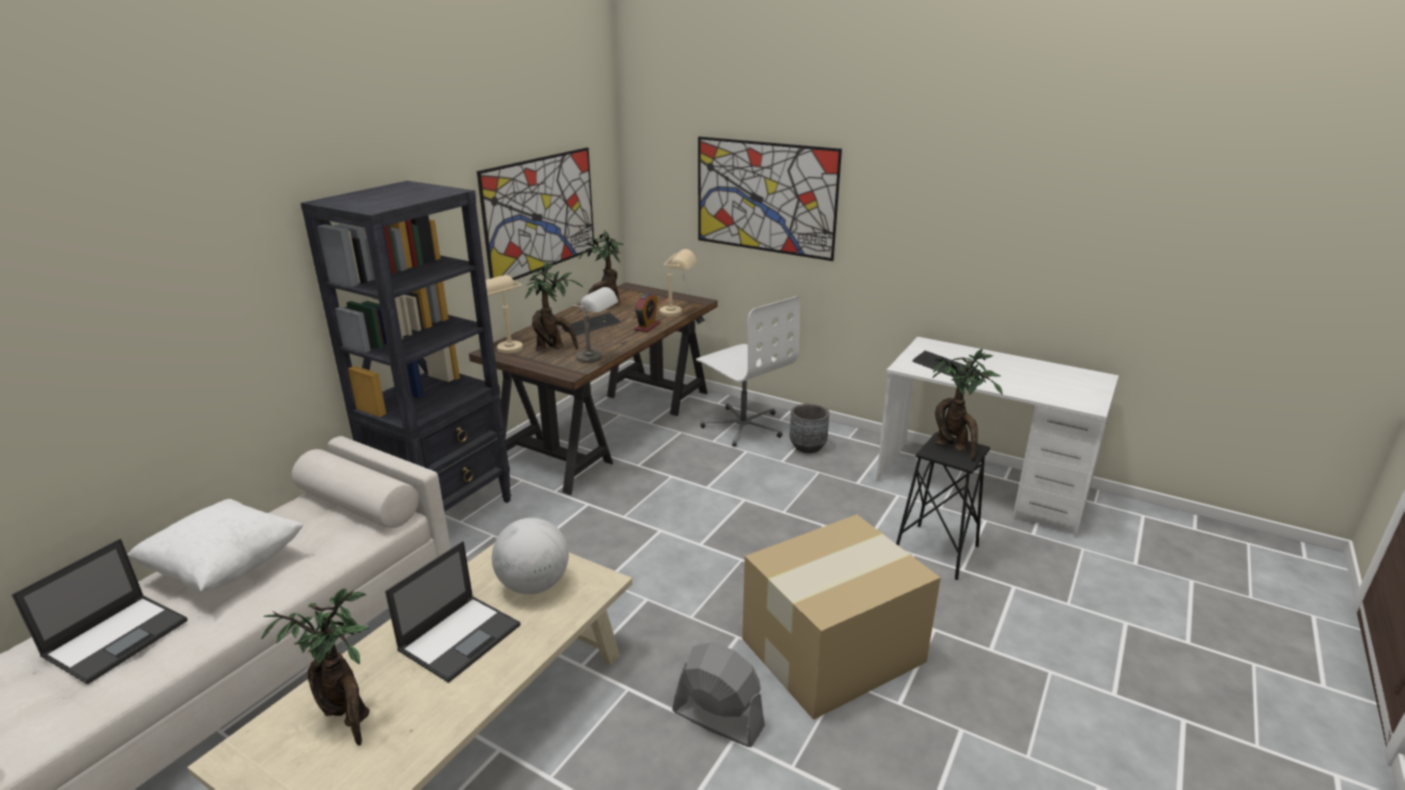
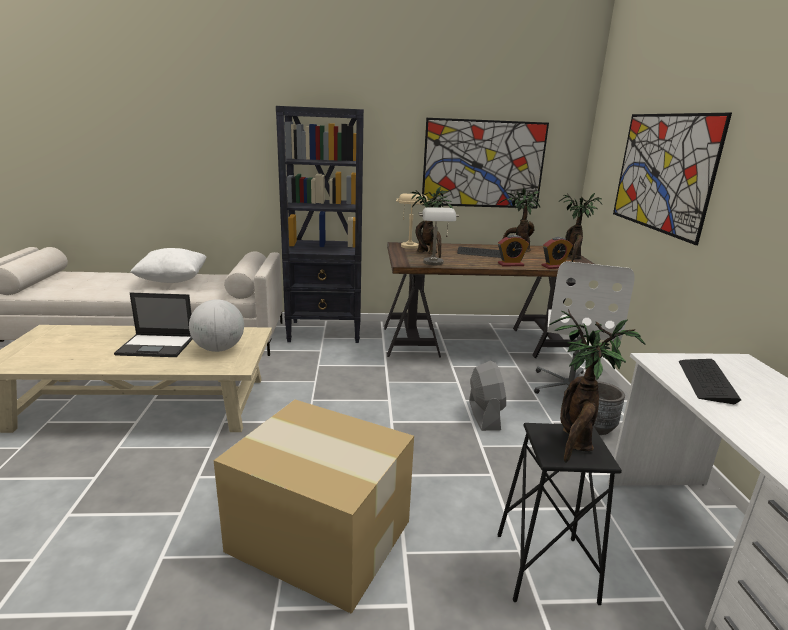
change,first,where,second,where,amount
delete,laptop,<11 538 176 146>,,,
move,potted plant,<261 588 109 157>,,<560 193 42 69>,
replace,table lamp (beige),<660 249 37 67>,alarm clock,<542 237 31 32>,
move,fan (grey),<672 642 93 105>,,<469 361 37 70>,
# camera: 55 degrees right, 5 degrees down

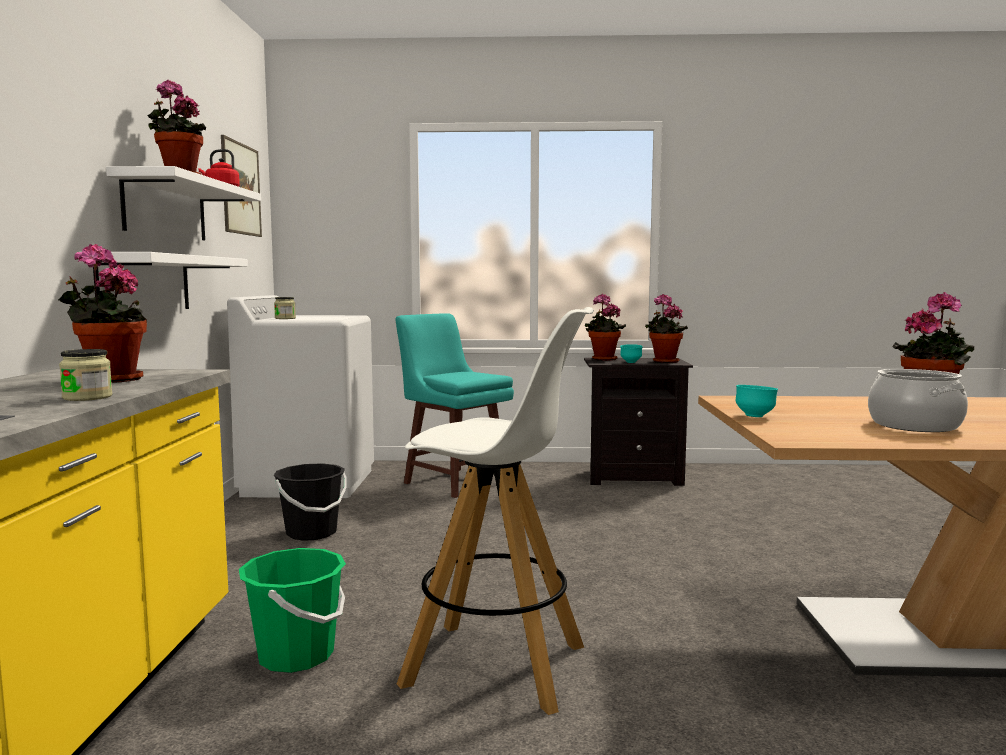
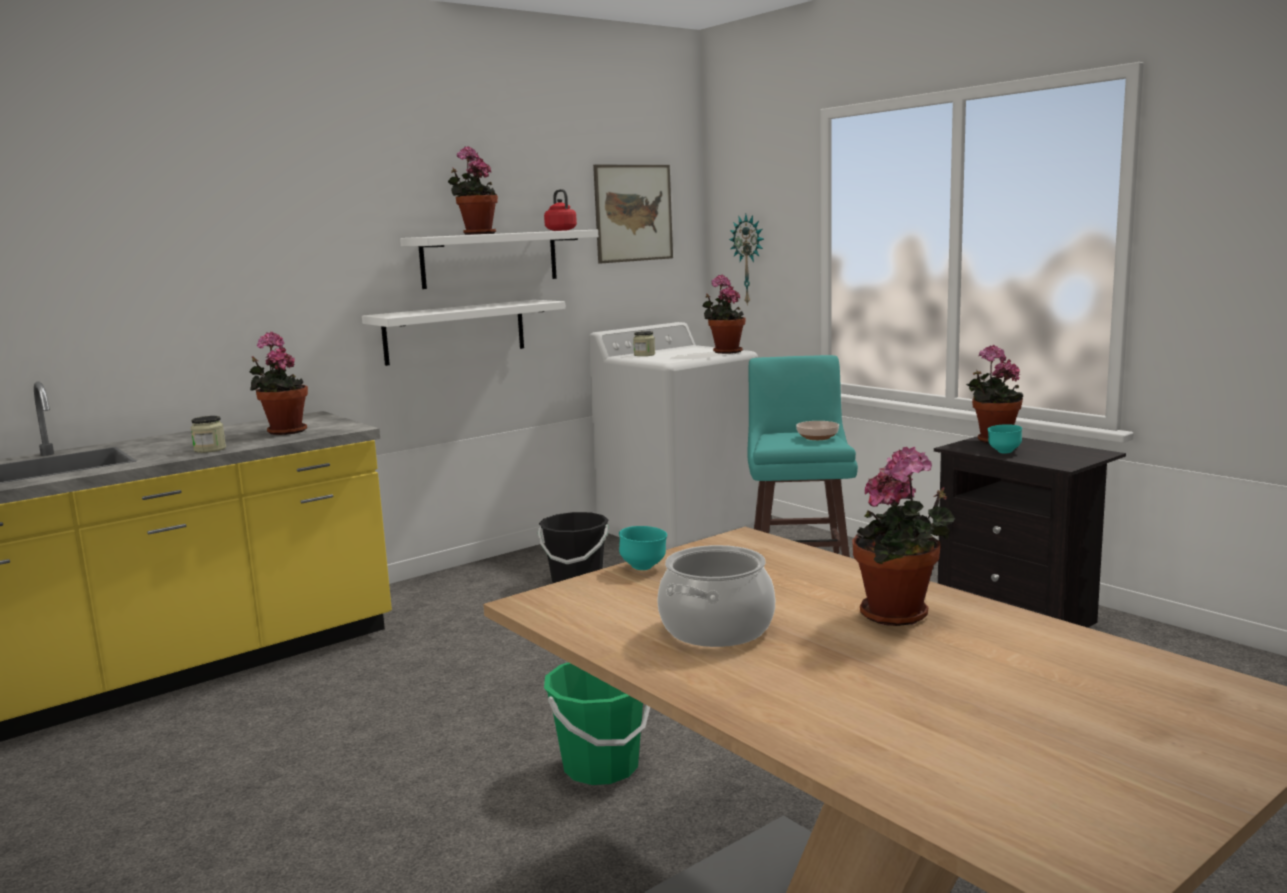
change,first,where,second,where,amount
move,bucket (green),<239 548 107 125>,,<544 662 106 123>,
delete,stool (white),<397 307 197 408>,,,
move,potted plant,<645 294 43 69>,,<702 275 44 79>,
insert,,,wall clock,<729 214 35 92>,
insert,,,bowl,<796 421 43 19>,
# camera: 50 degrees right, 5 degrees up

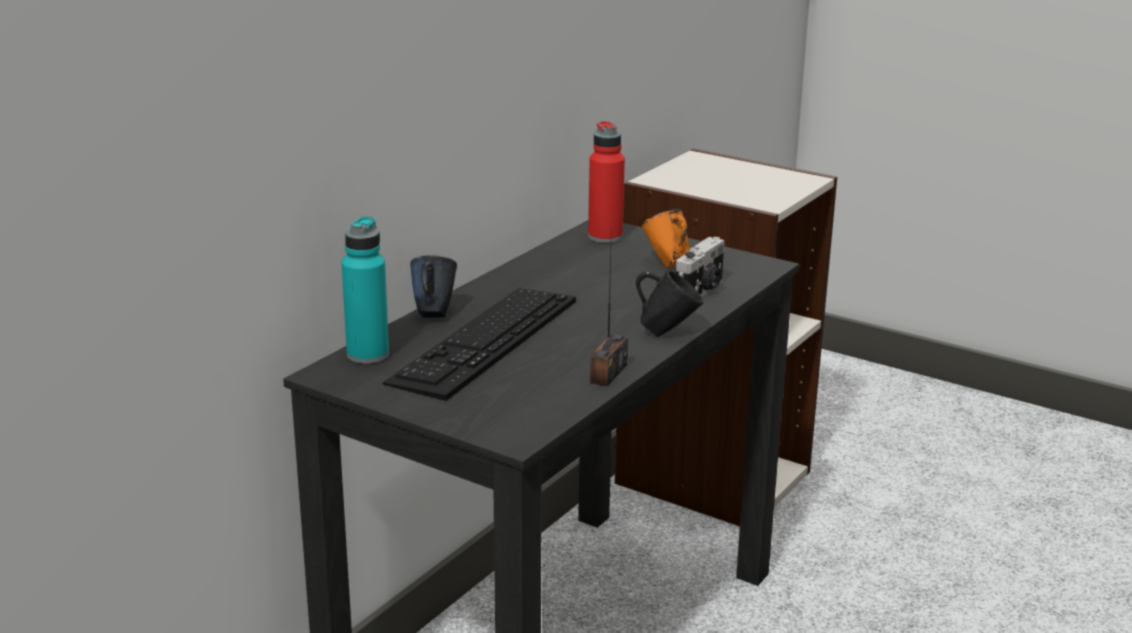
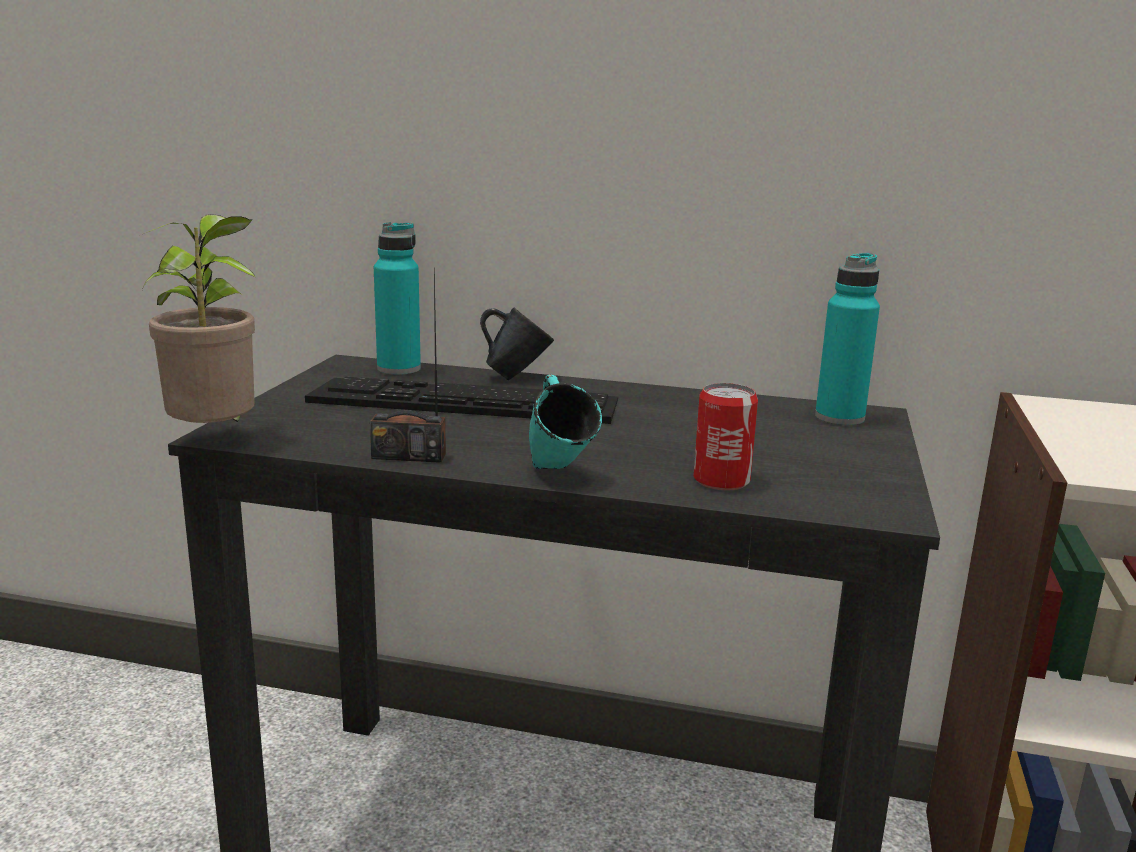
change,first,where,second,where,amount
recolor,bottle (red),<588 121 37 122>,bottle (turquoise),<815 253 65 172>,
recolor,mug (black),<635 270 69 67>,mug (turquoise),<529 375 73 94>,
delete,mug (orange),<642 209 48 59>,,,
replace,photo camera,<676 237 49 60>,can,<694 383 64 107>,
insert,,,potted plant,<142 214 114 209>,
# camera: 70 degrees right, 5 degrees down

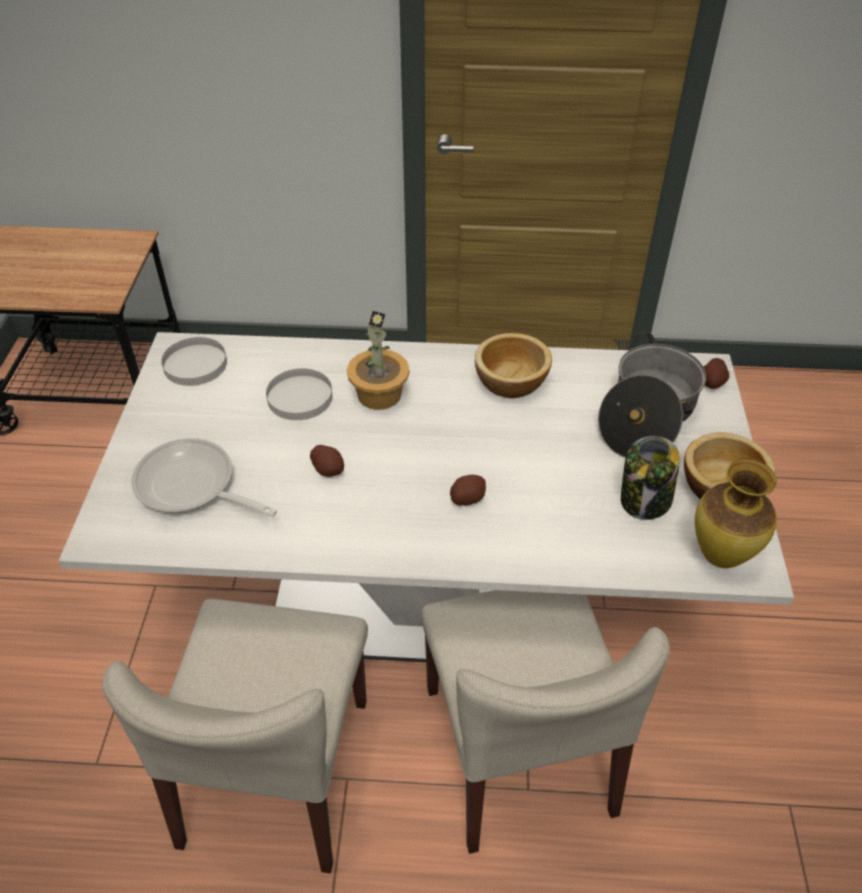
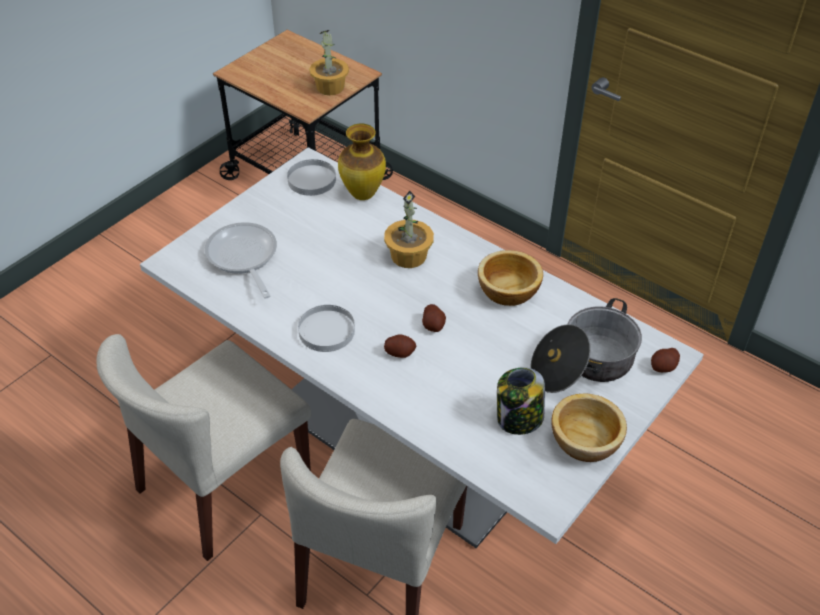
change,first,where,second,where,amount
move,plate (white),<266 369 67 51>,,<298 305 57 47>,
move,potato,<310 445 34 32>,,<422 304 24 28>,
move,vase,<695 459 82 109>,,<338 124 48 76>,
insert,,,potted plant,<309 30 40 65>,
# camera: 35 degrees right, 0 degrees up

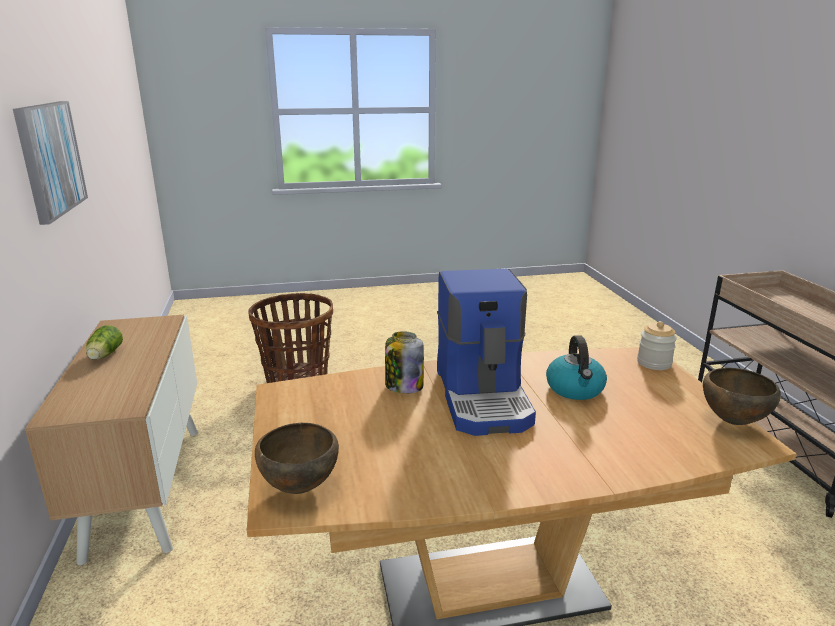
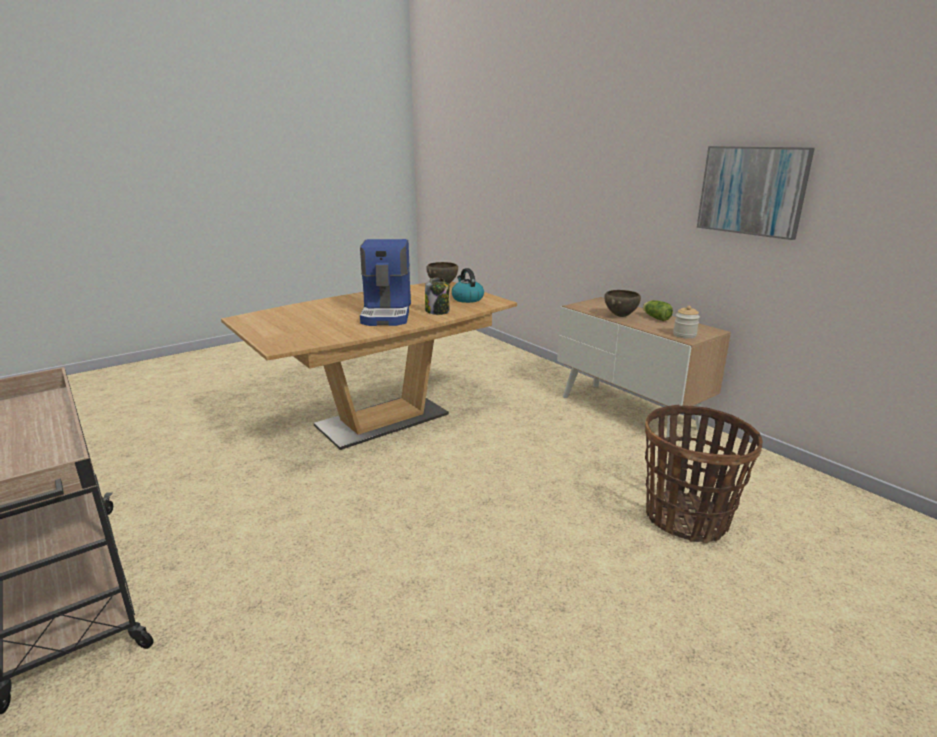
change,first,where,second,where,amount
rotate,coffee machine,<437 269 99 167>,,<360 239 51 87>,150 degrees counterclockwise
move,kettle,<546 335 61 65>,,<452 268 32 35>,
move,jar,<637 321 40 49>,,<673 306 27 33>,
move,bowl (brown),<703 368 78 57>,,<604 290 37 27>,
# camera: 155 degrees right, 0 degrees up

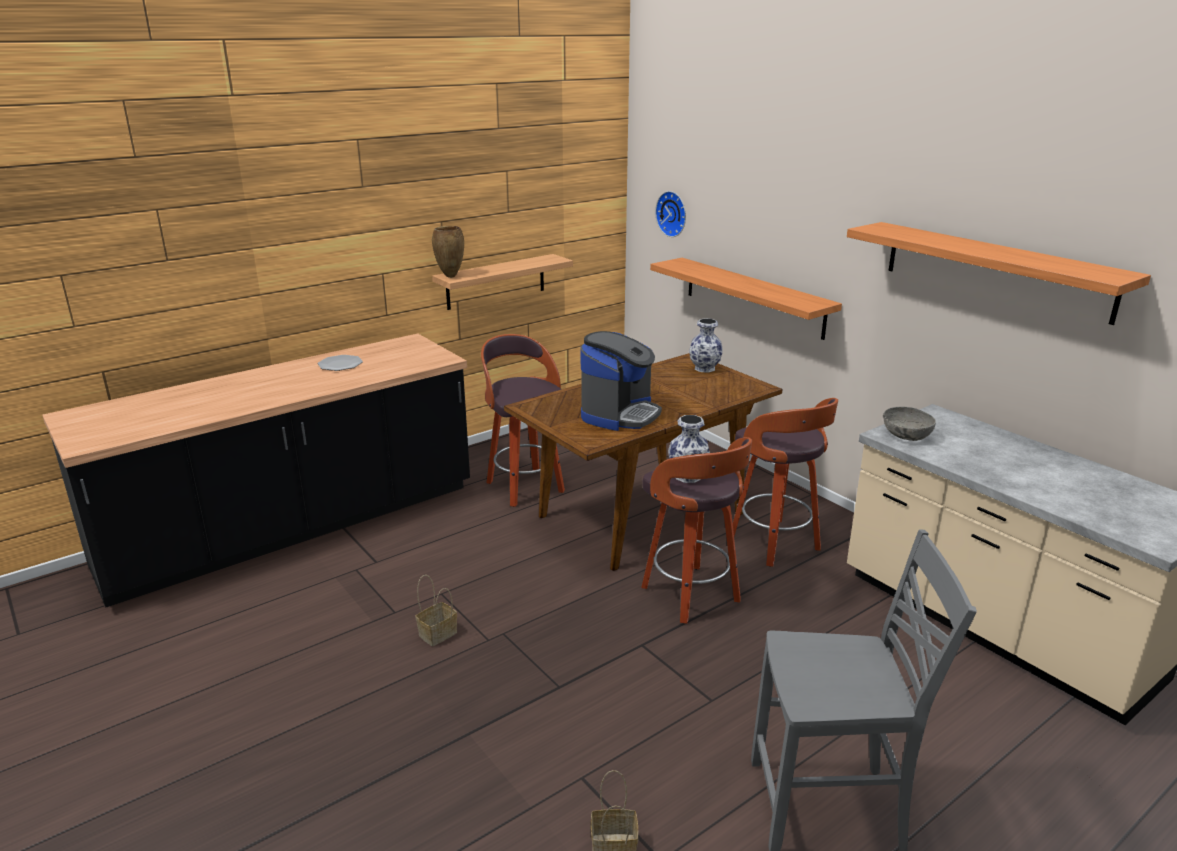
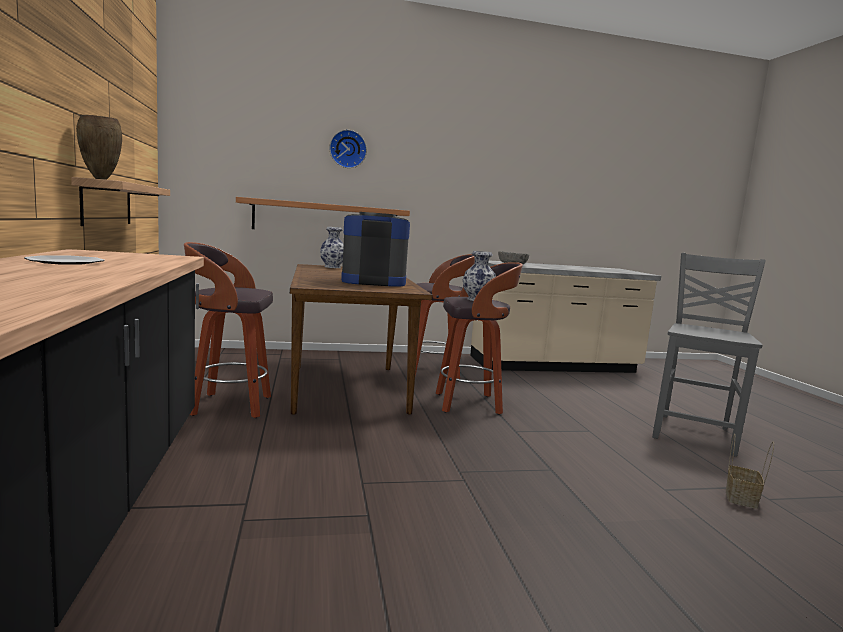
change,first,where,second,where,amount
delete,basket,<416 575 41 71>,,,
rotate,coffee machine,<580 331 82 100>,,<341 212 69 75>,60 degrees counterclockwise
move,wall clock,<655 191 31 46>,,<329 130 38 38>,
delete,shelf,<847 222 304 103>,,,
# camera: 65 degrees left, 15 degrees down

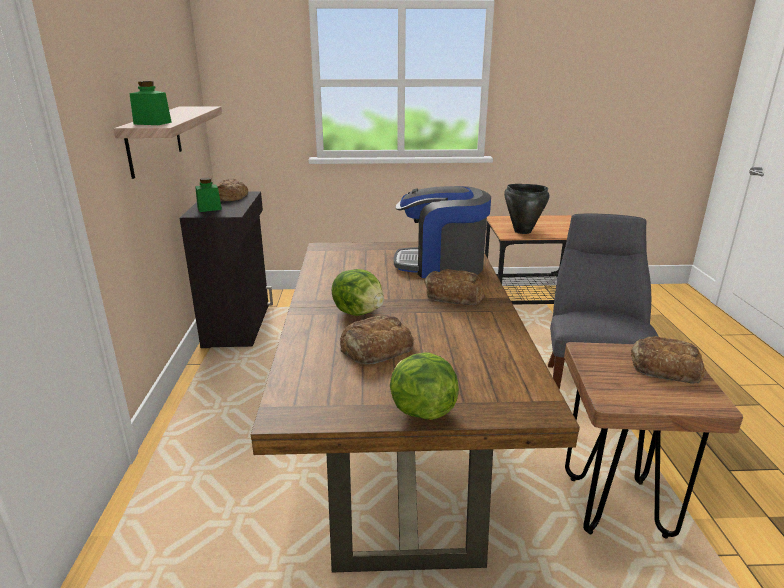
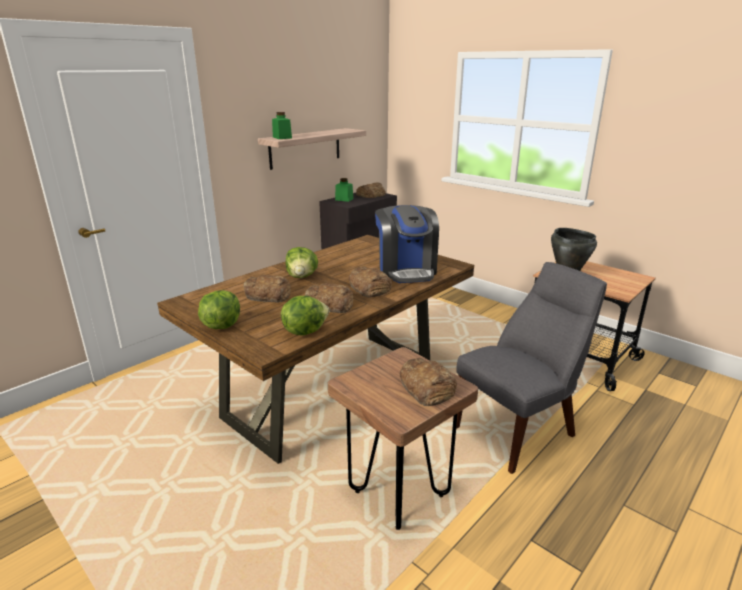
change,first,where,second,where,amount
rotate,coffee machine,<394 186 97 92>,,<375 205 64 78>,150 degrees counterclockwise
insert,,,lettuce,<281 296 48 40>,
insert,,,bread,<305 283 49 30>,
# camera: 45 degrees right, 0 degrees up

